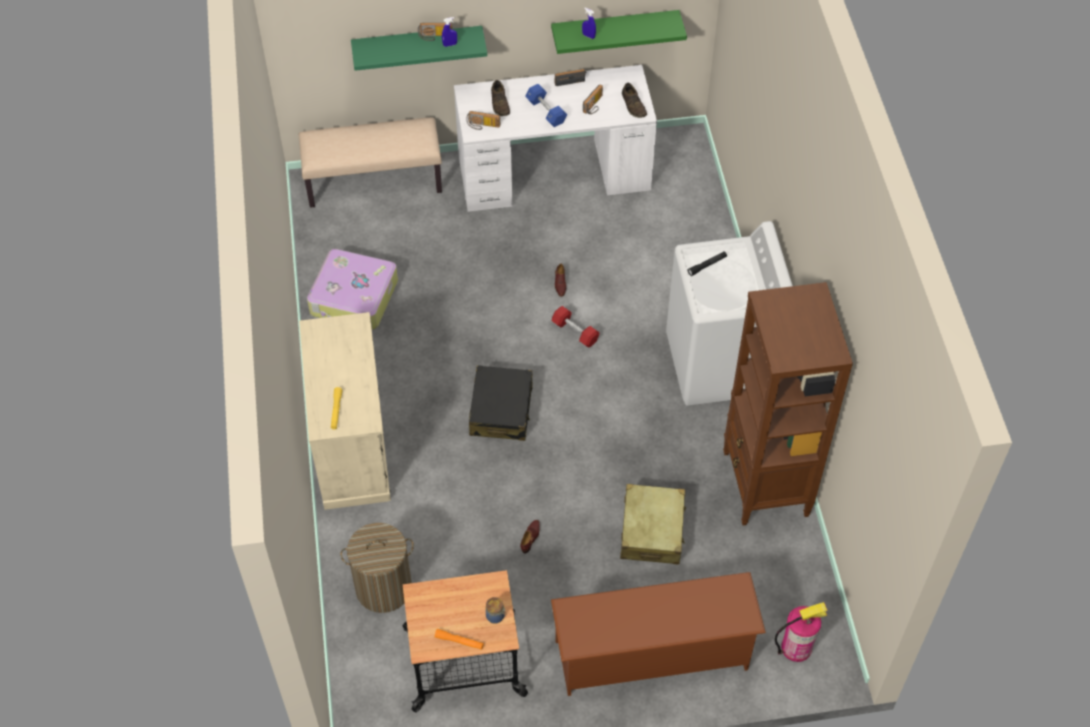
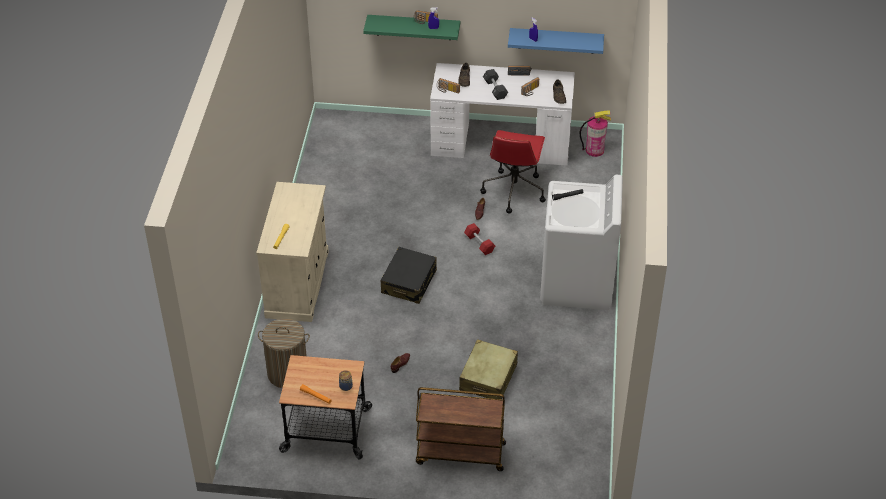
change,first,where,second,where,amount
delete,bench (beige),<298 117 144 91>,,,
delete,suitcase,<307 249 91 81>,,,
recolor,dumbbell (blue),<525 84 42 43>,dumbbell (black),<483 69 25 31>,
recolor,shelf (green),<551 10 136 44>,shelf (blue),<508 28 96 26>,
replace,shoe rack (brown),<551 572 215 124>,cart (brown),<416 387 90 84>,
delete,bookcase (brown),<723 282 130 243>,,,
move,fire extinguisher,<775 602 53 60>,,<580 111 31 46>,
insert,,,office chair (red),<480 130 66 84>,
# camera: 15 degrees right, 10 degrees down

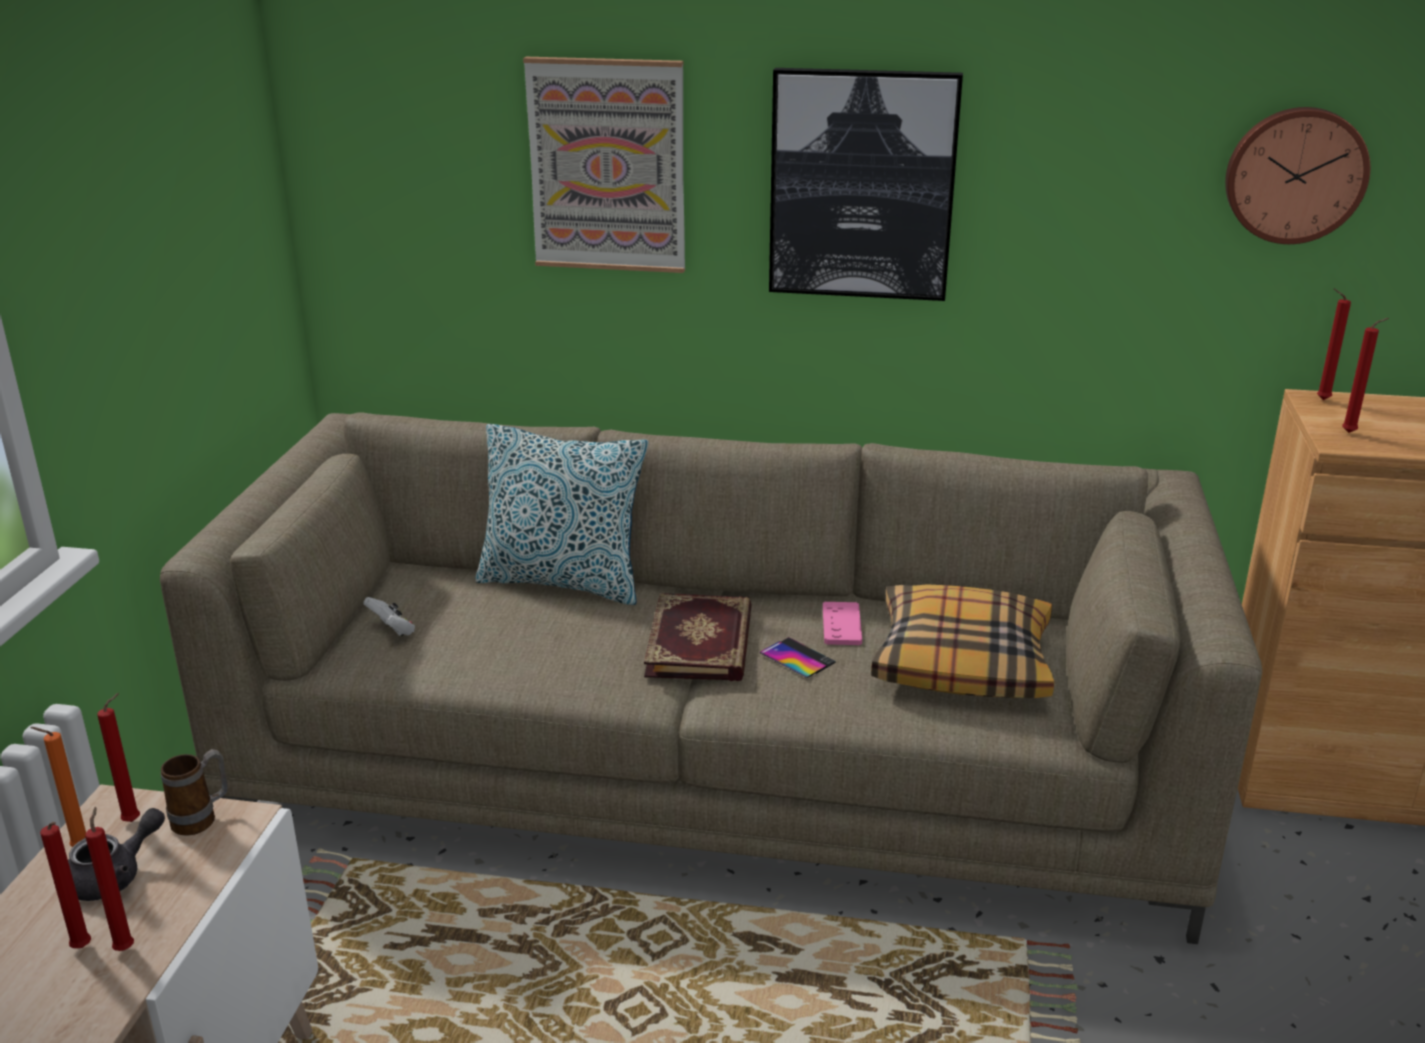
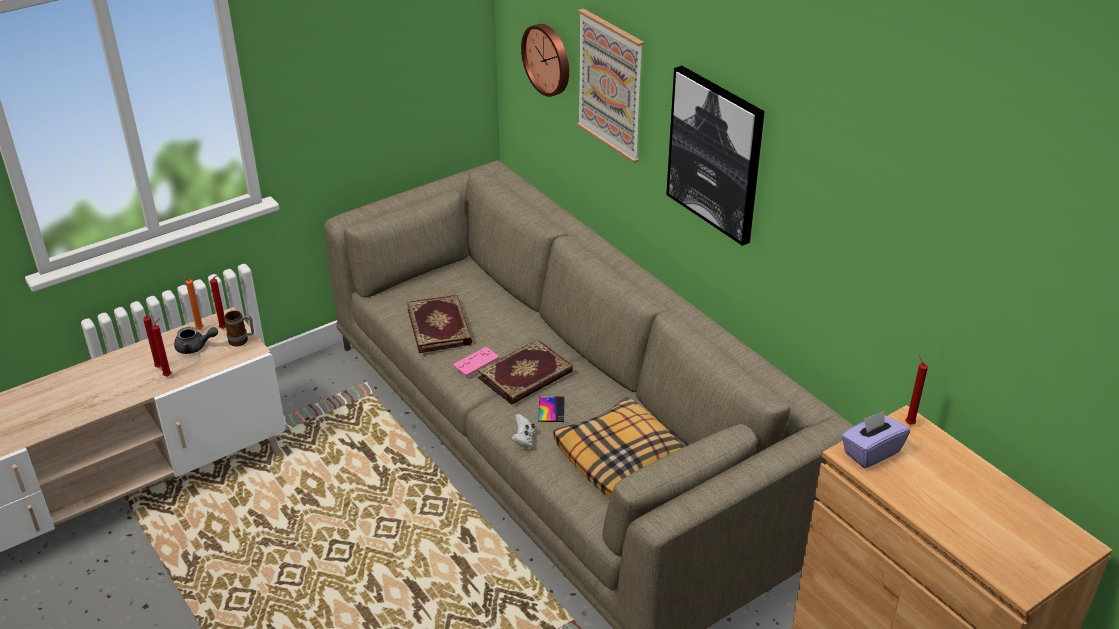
change,first,where,second,where,amount
move,game controller (white),<363 597 52 39>,,<511 414 24 34>,
delete,pillow,<475 424 174 181>,,,
move,game controller (pink),<823 602 39 43>,,<453 347 46 30>,
move,wall clock,<1225 107 145 137>,,<521 24 48 73>,
replace,candle (red),<1342 318 47 115>,tissue box (purple),<841 410 69 58>,
insert,,,book,<407 295 65 58>,
# camera: 45 degrees right, 10 degrees up

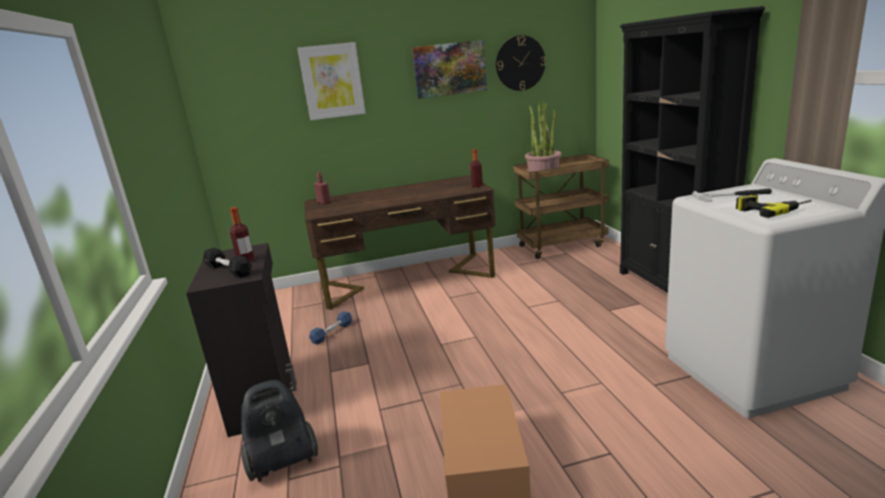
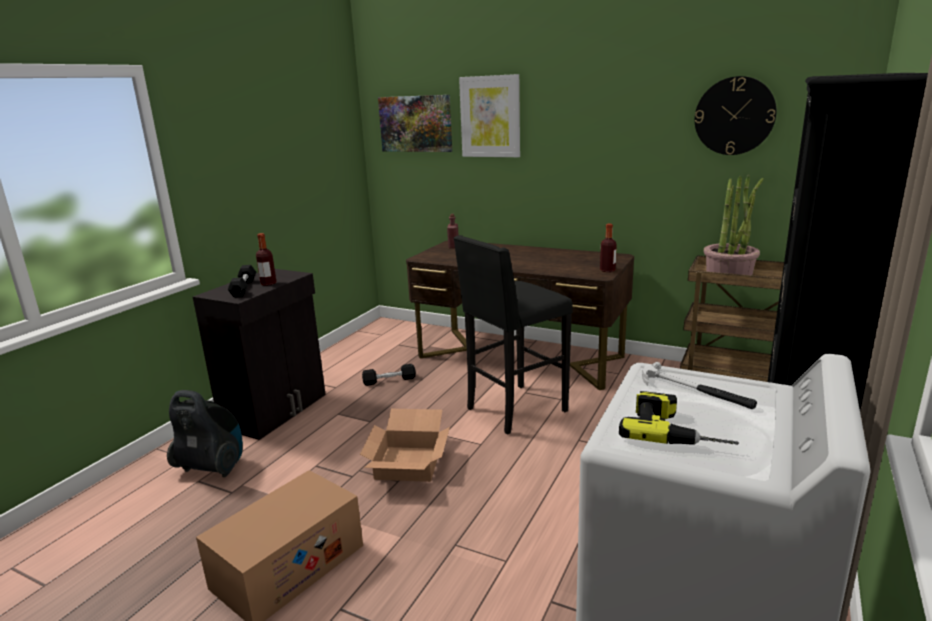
change,first,where,second,where,amount
recolor,dumbbell (blue),<309 311 43 34>,dumbbell (black),<362 364 54 22>,
move,picture,<412 40 75 59>,,<378 95 74 57>,
insert,,,cardboard box,<360 409 90 73>,
insert,,,stool (black),<454 235 119 199>,
# camera: 40 degrees right, 0 degrees up

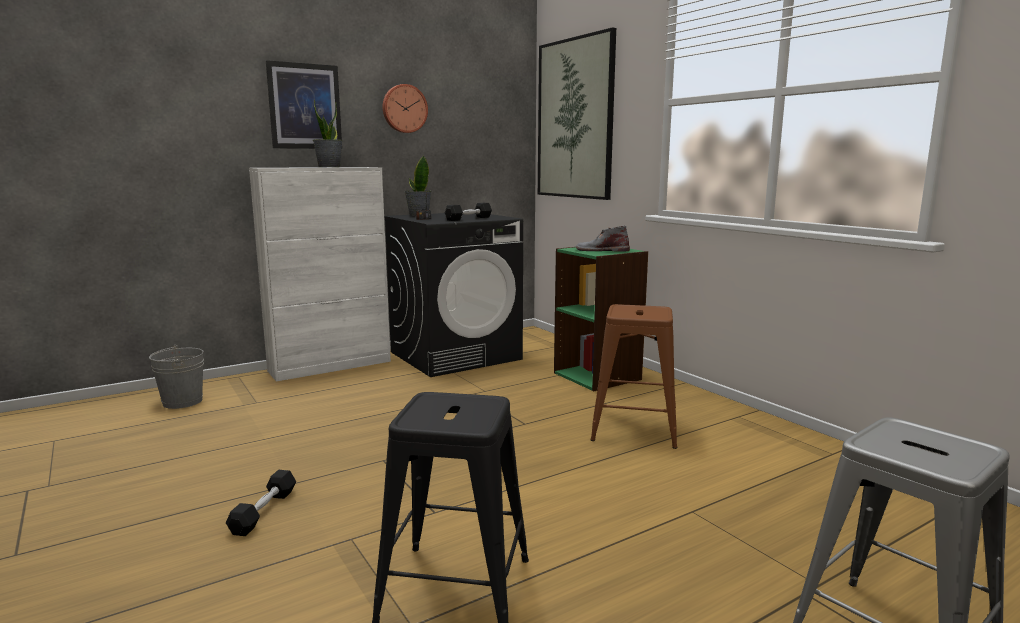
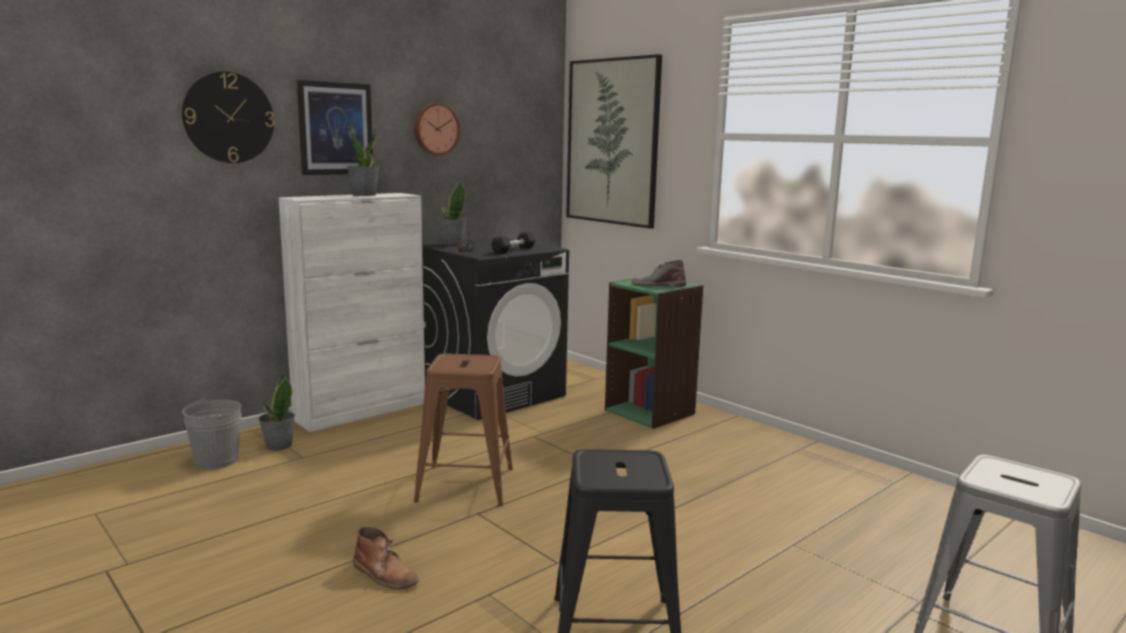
change,first,where,second,where,amount
replace,dumbbell (black),<226 470 70 66>,boot (brown),<353 526 66 63>,
move,stool (brown),<590 304 87 145>,,<414 354 99 152>,
insert,,,wall clock,<182 72 93 91>,
insert,,,potted plant,<258 372 37 78>,
# camera: 10 degrees left, 0 degrees up

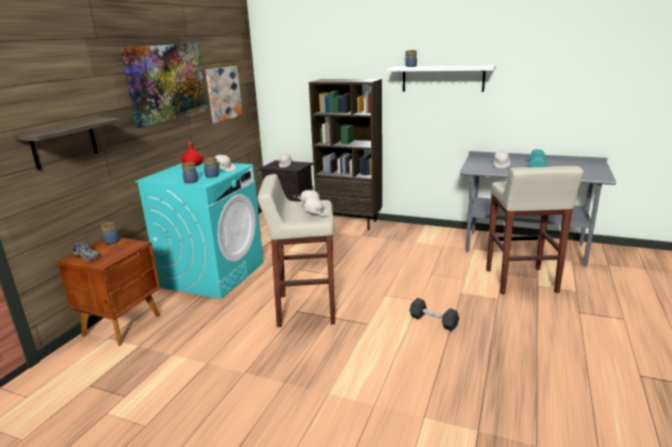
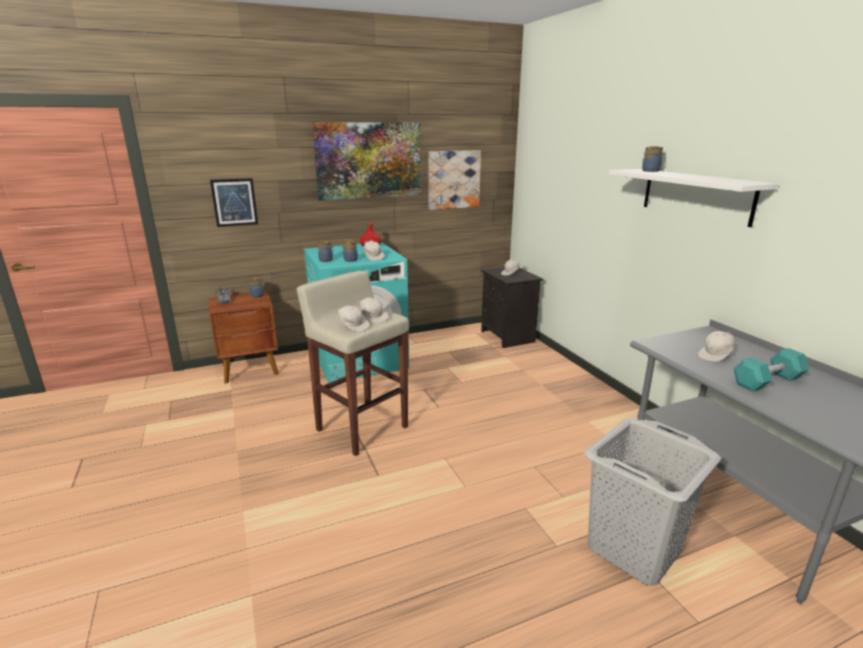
change,first,where,second,where,amount
replace,shelf,<14 118 107 52>,picture,<210 178 48 49>,
delete,bookcase (brown),<309 79 73 151>,,,
delete,dumbbell (black),<410 298 49 33>,,,
replace,stool (beige),<486 166 97 129>,laundry basket (grey),<584 418 137 168>,
# camera: 45 degrees right, 0 degrees up

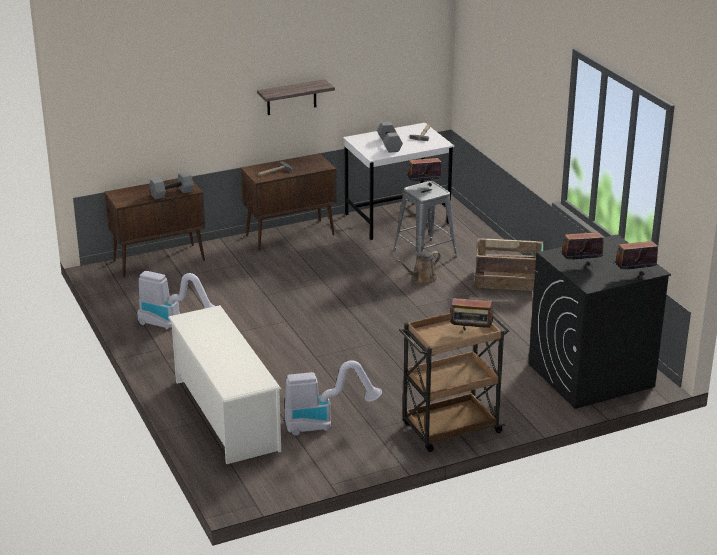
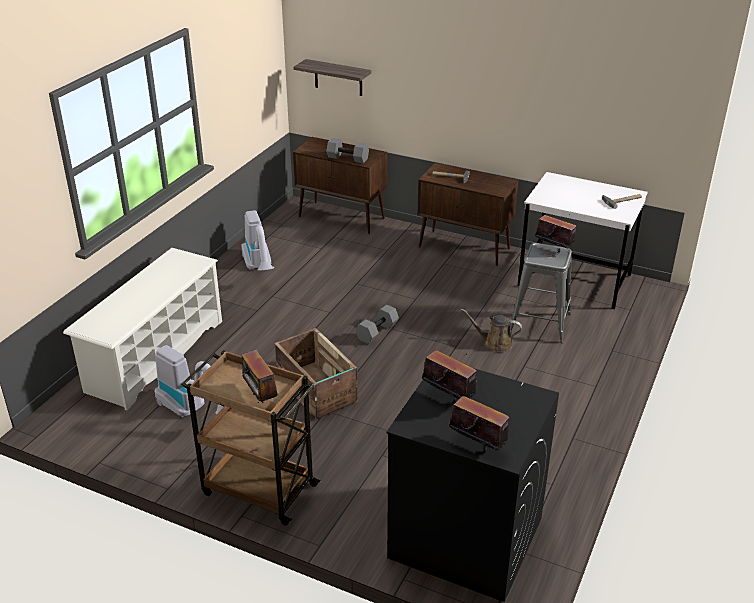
change,first,where,second,where,amount
move,shelf,<257 79 78 36>,,<294 59 78 37>,
move,dumbbell (grey),<377 122 26 31>,,<355 305 44 39>,
move,crate,<475 238 68 53>,,<274 328 84 91>,
# camera: 50 degrees right, 5 degrees up

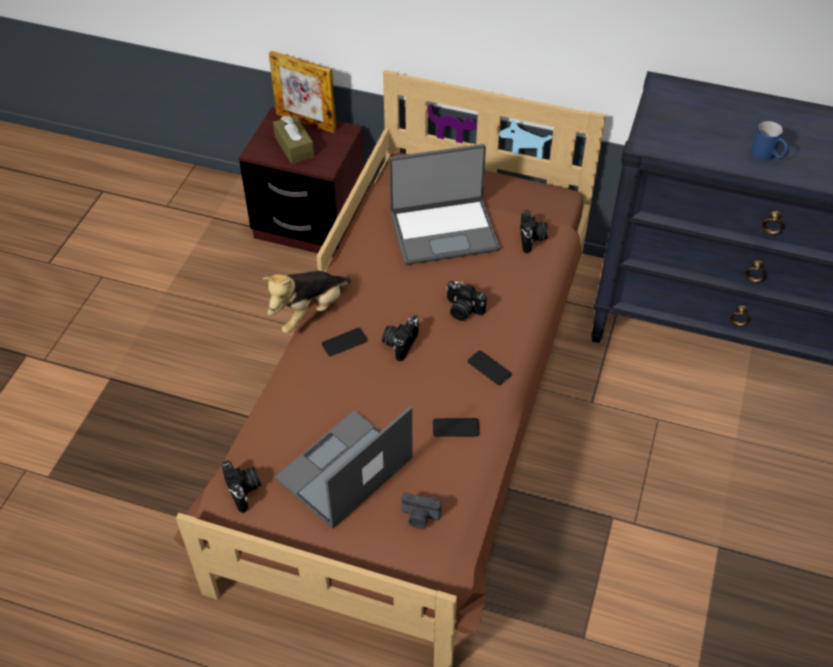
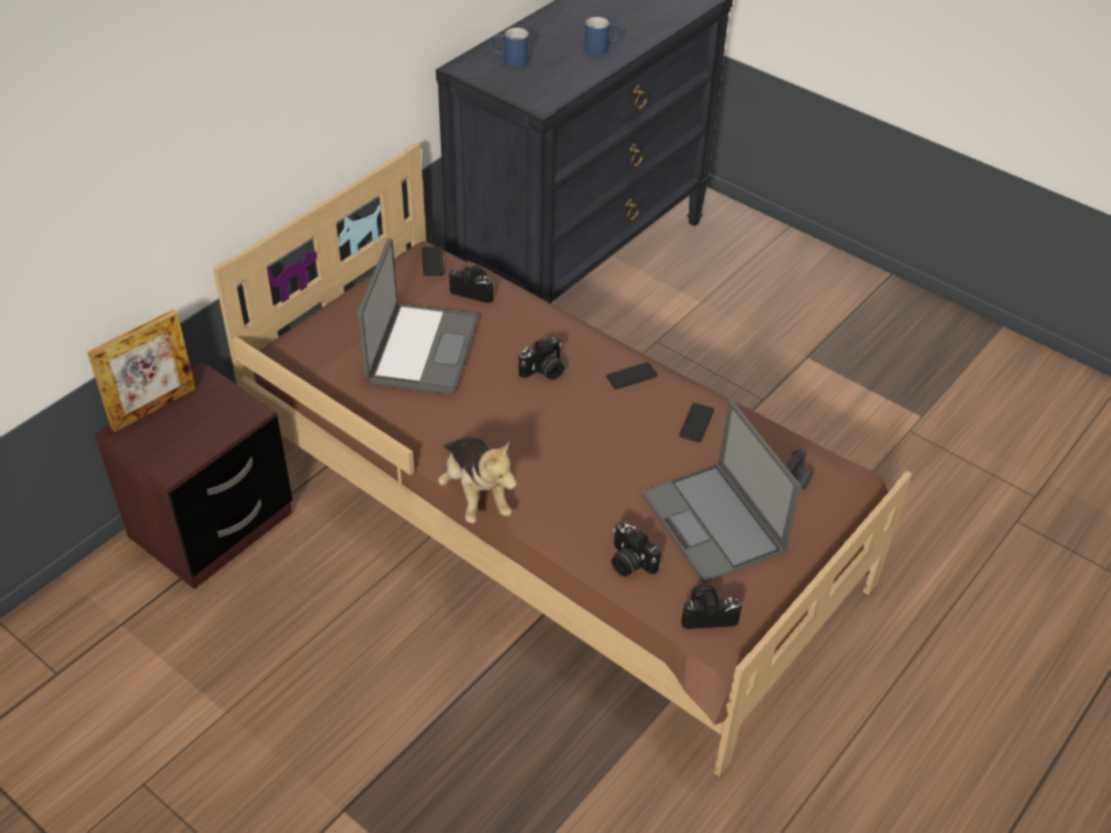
change,first,where,second,where,amount
delete,tissue box (brown),<273 115 41 49>,,,
move,phone,<322 328 46 28>,,<422 246 22 30>,
move,photo camera,<382 315 37 47>,,<611 522 50 55>,
insert,,,mug (blue),<492 28 37 39>,
# camera: 70 degrees left, 5 degrees down

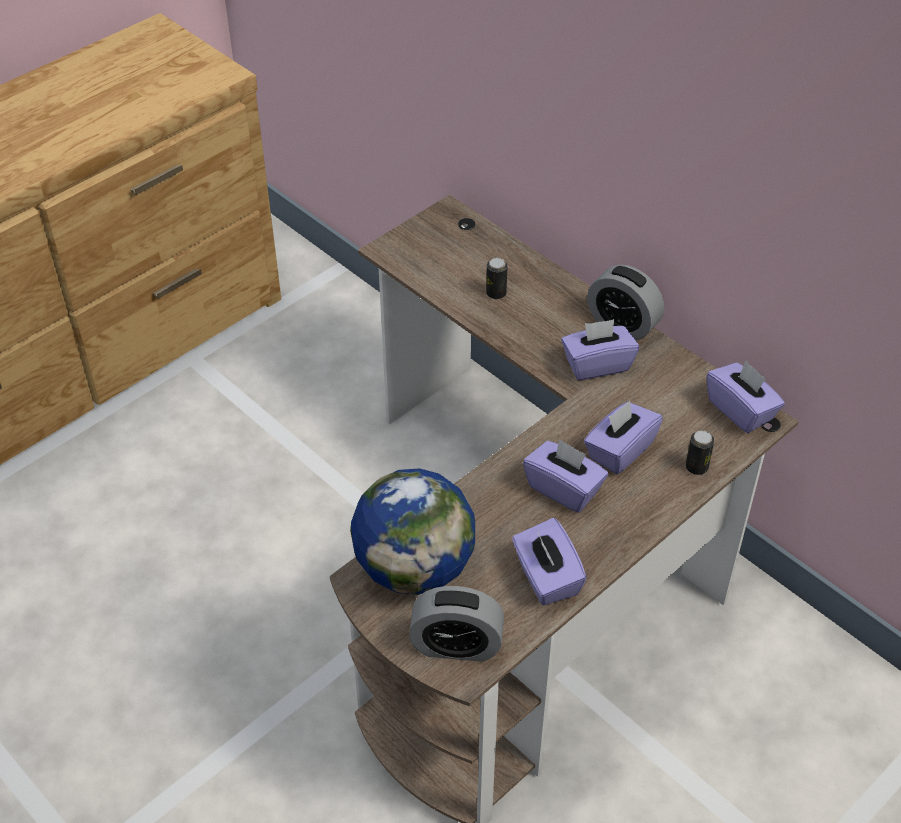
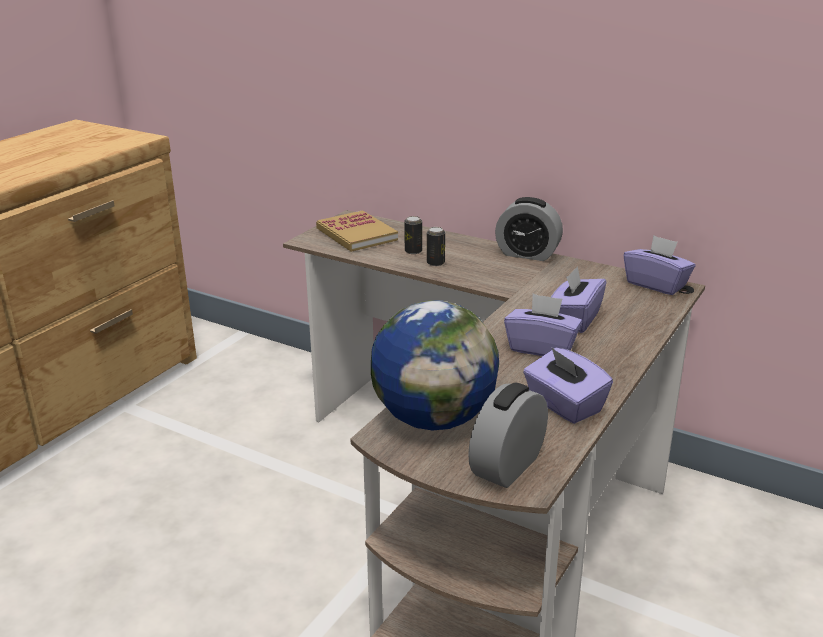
change,first,where,second,where,amount
rotate,alarm clock,<409 586 95 76>,,<468 382 80 106>,135 degrees clockwise
delete,tissue box (purple),<561 319 78 61>,,,
move,can,<686 430 28 45>,,<427 227 18 39>,
insert,,,book,<316 210 82 42>,
# camera: 15 degrees left, 20 degrees down

